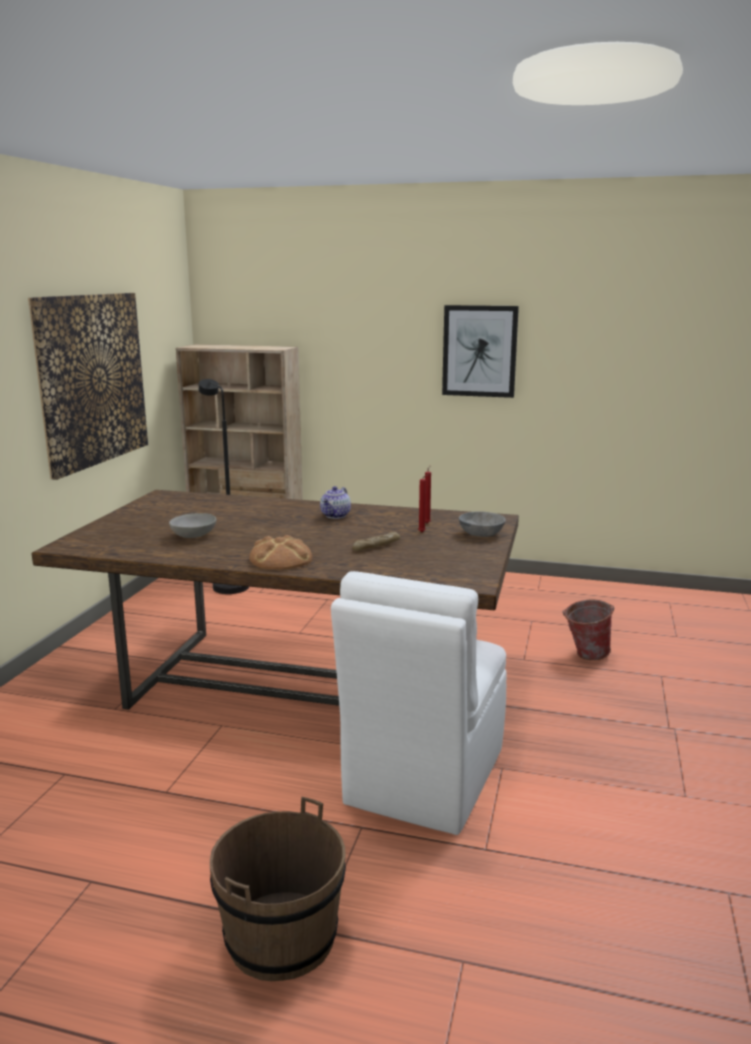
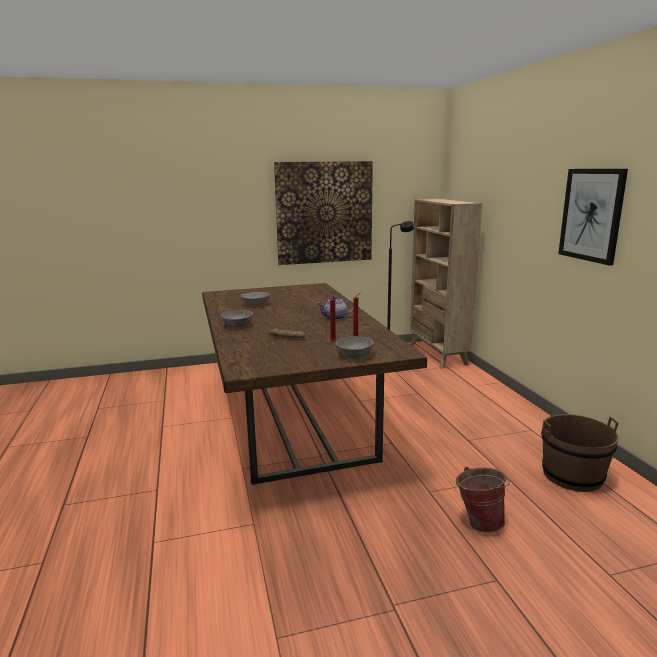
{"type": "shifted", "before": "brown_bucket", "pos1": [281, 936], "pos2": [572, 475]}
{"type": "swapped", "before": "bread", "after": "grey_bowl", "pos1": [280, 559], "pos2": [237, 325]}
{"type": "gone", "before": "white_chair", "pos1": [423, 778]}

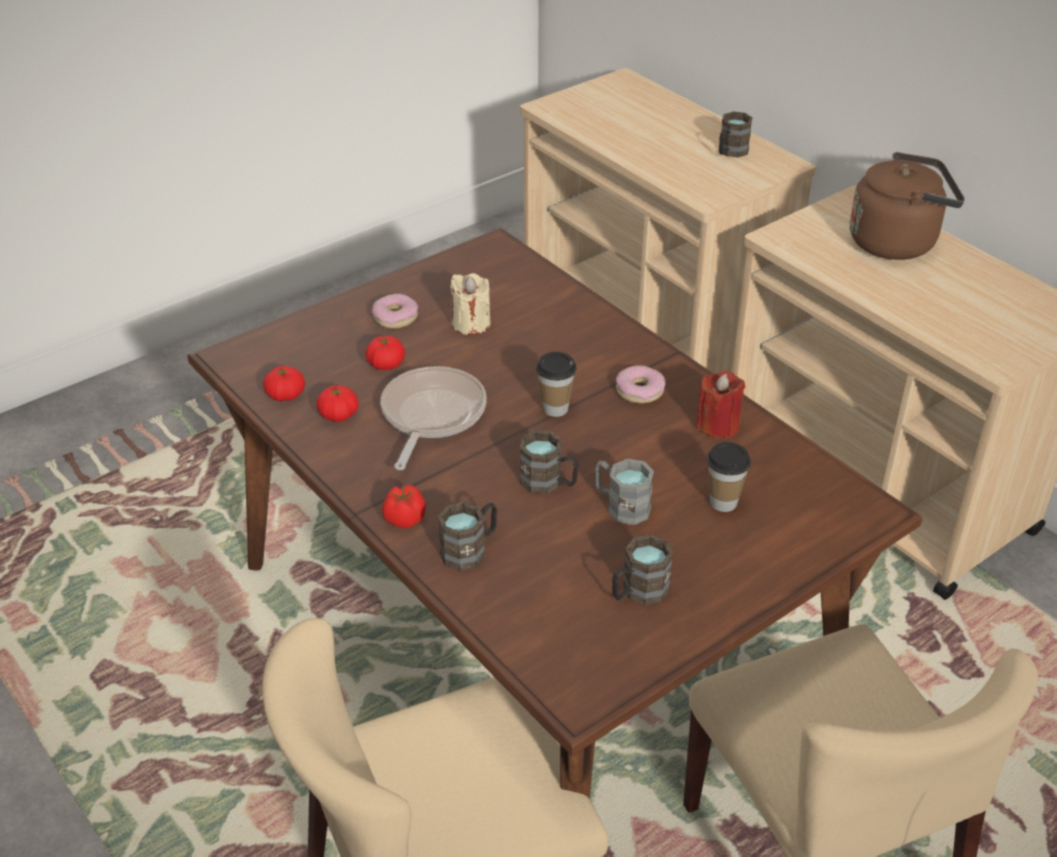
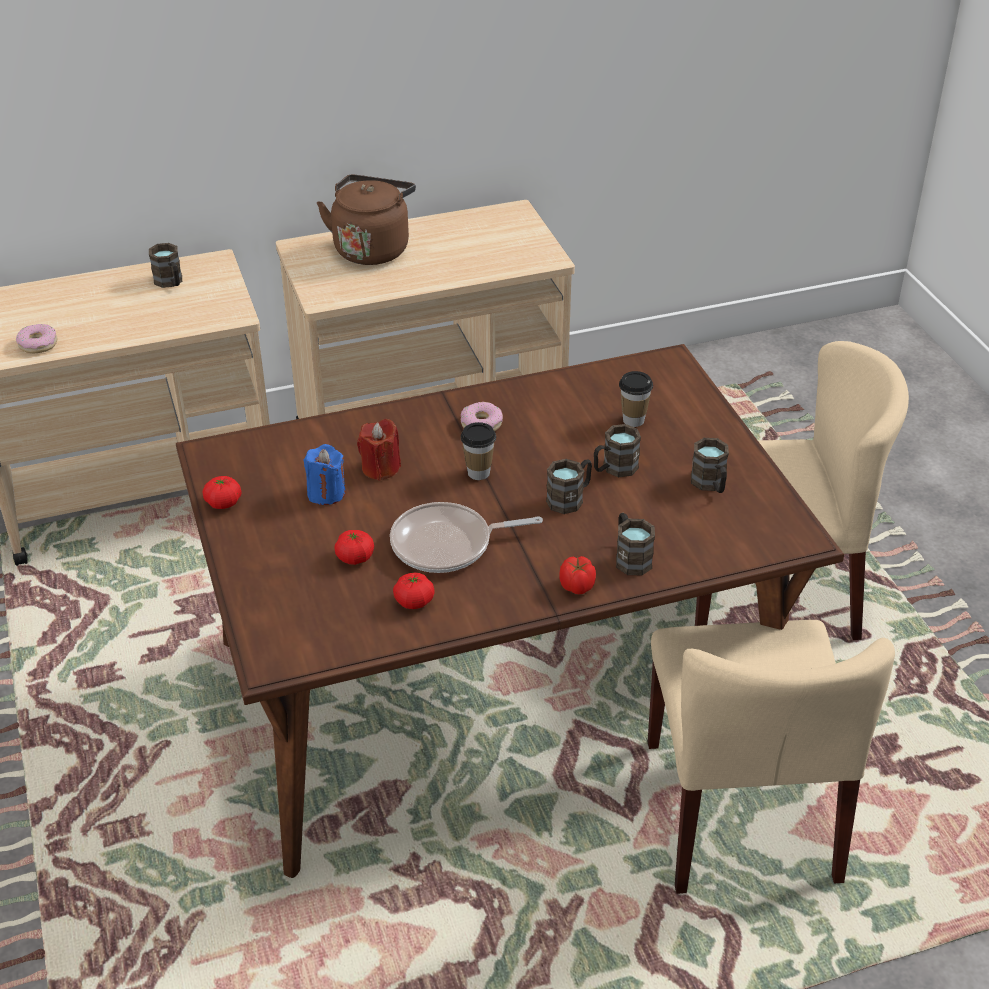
{"type": "shifted", "before": "tomato", "pos1": [285, 395], "pos2": [223, 503]}
{"type": "shifted", "before": "donut", "pos1": [395, 317], "pos2": [38, 344]}
{"type": "rotated", "before": "frying_pan", "pos1": [431, 415], "pos2": [447, 544], "turn": -45}
{"type": "repainted", "before": "beige_candle", "after": "blue_candle", "pos1": [471, 324], "pos2": [326, 493]}
{"type": "repainted", "before": "grey_mug", "after": "brown_mug", "pos1": [621, 505], "pos2": [614, 469]}
{"type": "shifted", "before": "red_candle", "pos1": [718, 425], "pos2": [380, 468]}

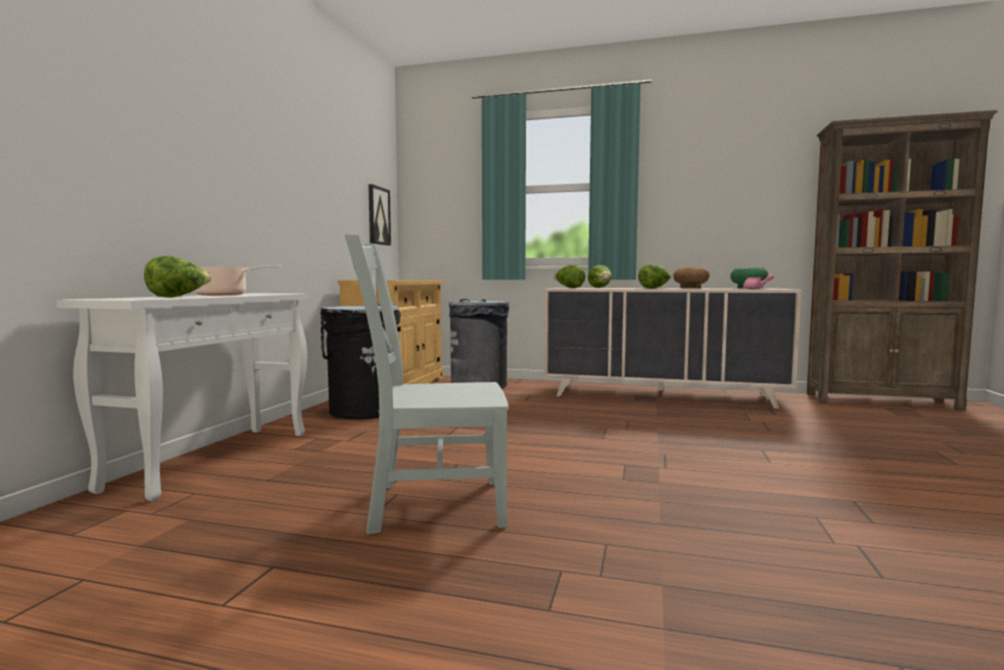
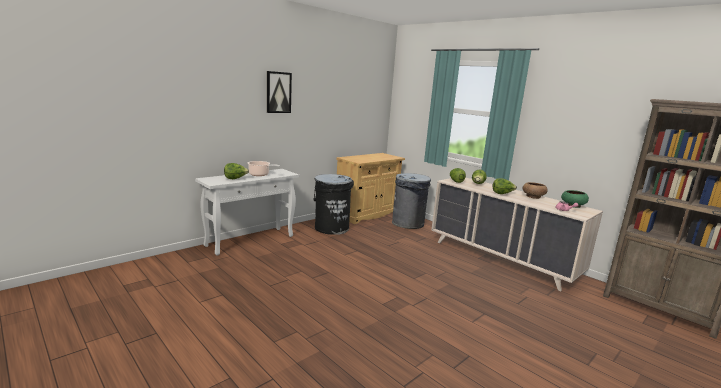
{"type": "gone", "before": "grey_chair", "pos1": [430, 504]}
{"type": "shifted", "before": "picture", "pos1": [378, 216], "pos2": [278, 92]}

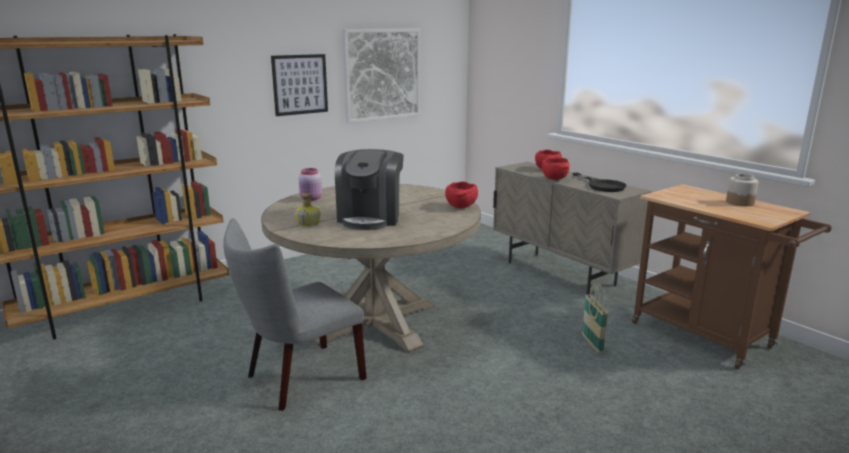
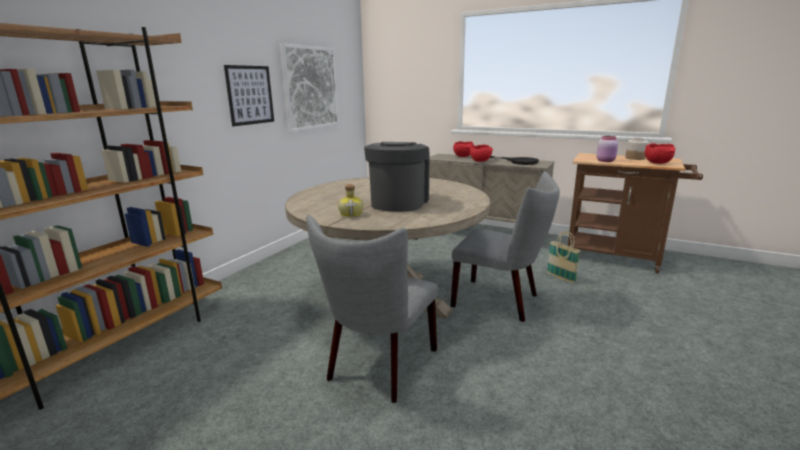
{"type": "shifted", "before": "pink_jar", "pos1": [311, 199], "pos2": [606, 161]}
{"type": "rotated", "before": "coffee_machine", "pos1": [370, 218], "pos2": [398, 202], "turn": -150}
{"type": "shifted", "before": "red_bowl", "pos1": [461, 207], "pos2": [658, 163]}
{"type": "new", "after": "grey_chair", "pos2": [501, 301]}

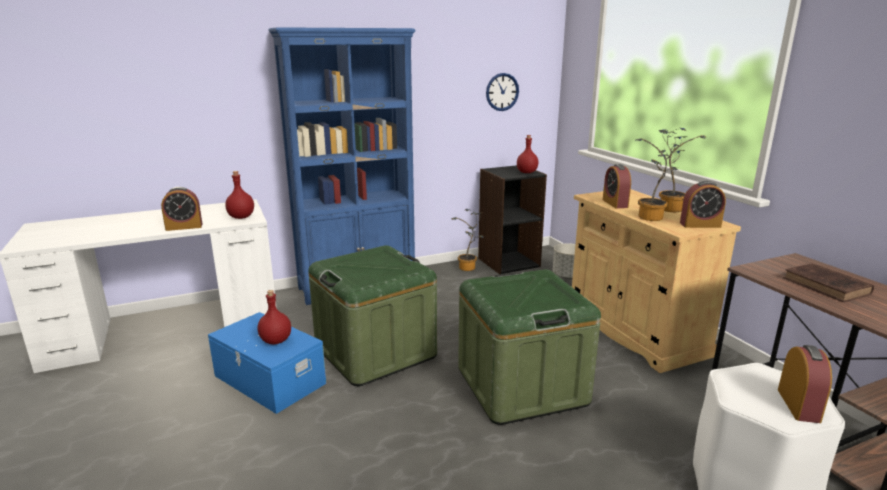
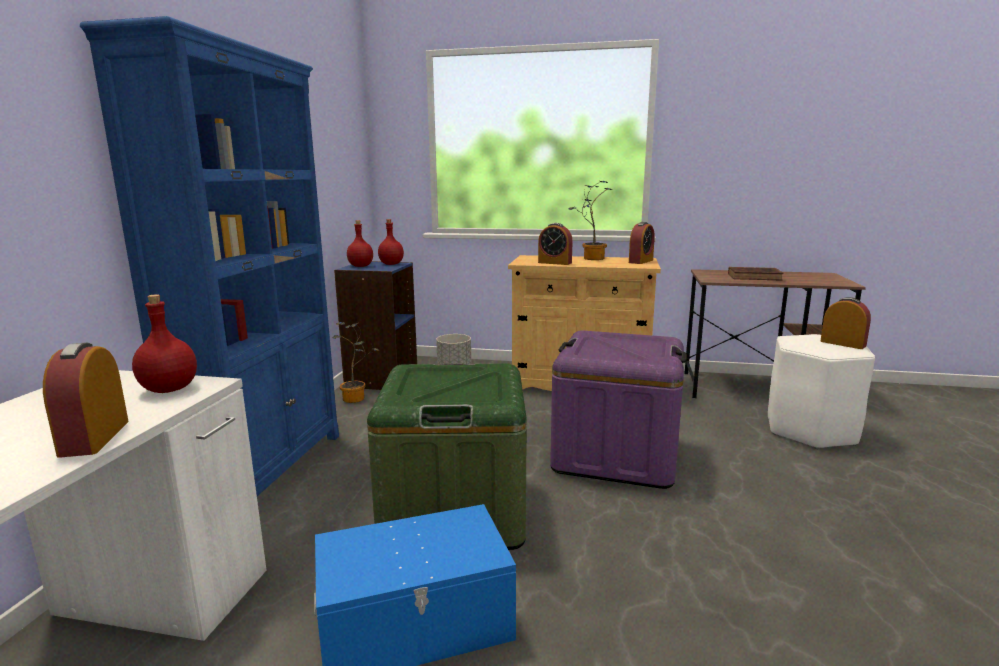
{"type": "rotated", "before": "alarm_clock", "pos1": [184, 227], "pos2": [95, 438], "turn": 150}
{"type": "shifted", "before": "red_bottle", "pos1": [276, 341], "pos2": [361, 266]}
{"type": "repainted", "before": "green_storage_box", "after": "purple_storage_box", "pos1": [521, 386], "pos2": [615, 455]}
{"type": "repainted", "before": "black_bookcase", "after": "blue_bookcase", "pos1": [508, 262], "pos2": [381, 379]}
{"type": "gone", "before": "wall_clock", "pos1": [502, 92]}
{"type": "gone", "before": "potted_plant", "pos1": [652, 218]}

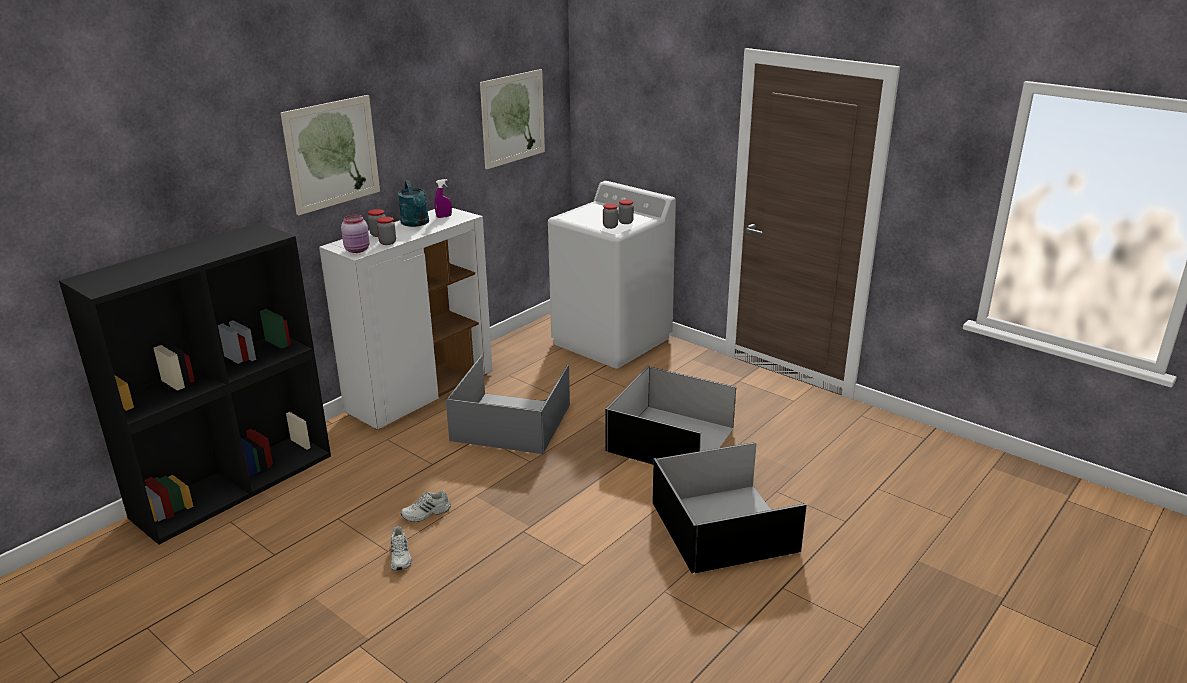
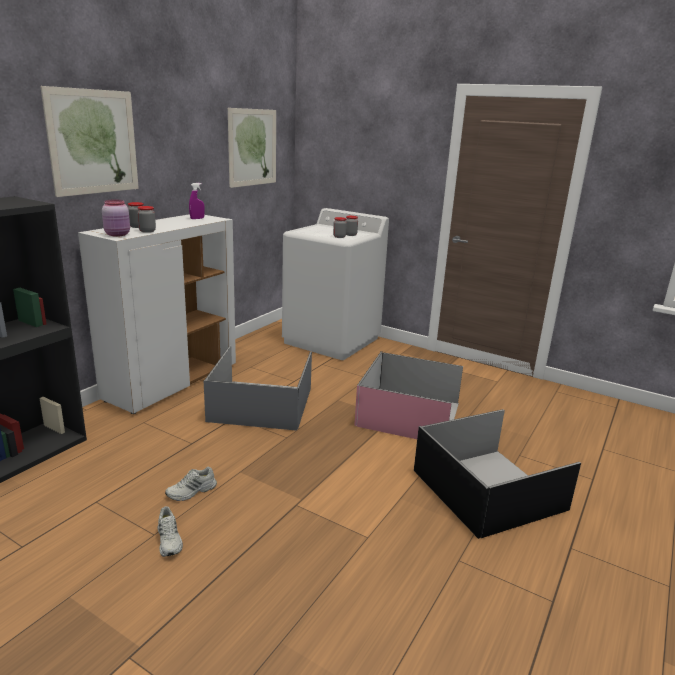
{"type": "gone", "before": "turquoise_watering_can", "pos1": [416, 223]}
{"type": "repainted", "before": "black_storage_box", "after": "pink_storage_box", "pos1": [670, 440], "pos2": [408, 415]}

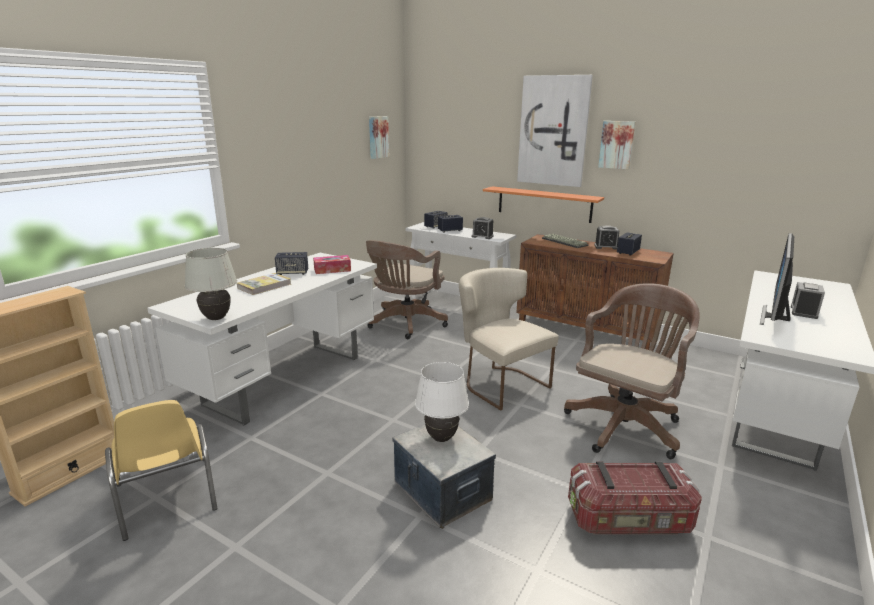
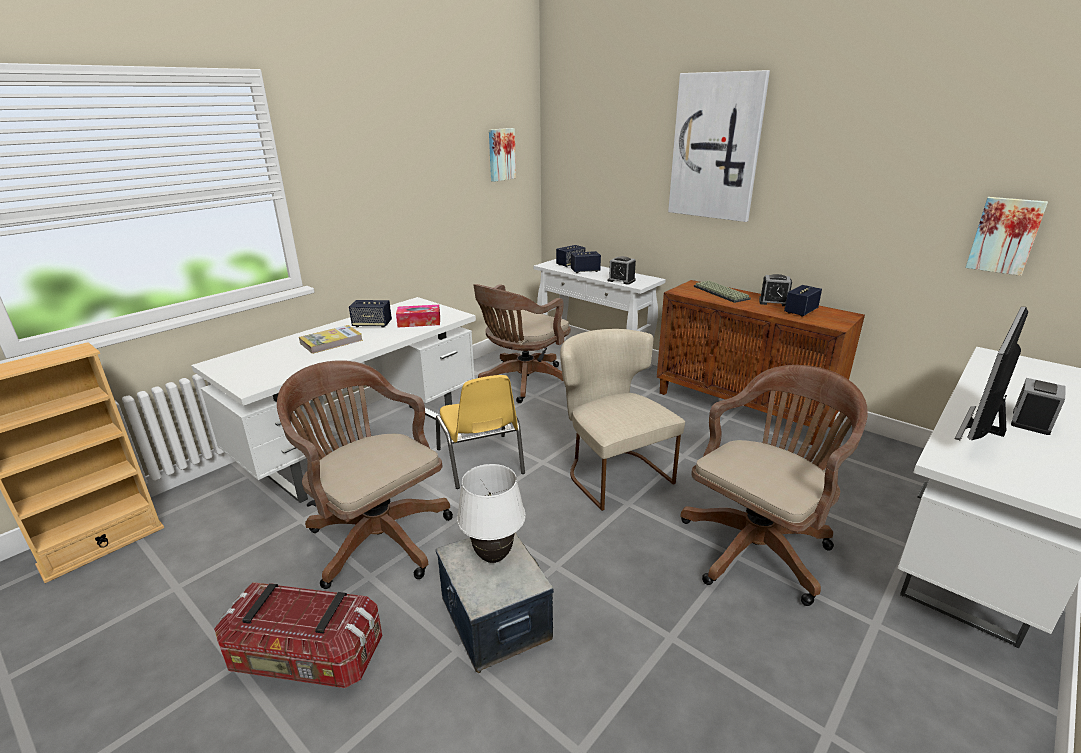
{"type": "shifted", "before": "yellow_chair", "pos1": [167, 498], "pos2": [480, 462]}
{"type": "gone", "before": "white_table_lamp", "pos1": [216, 318]}
{"type": "gone", "before": "orange_shelf", "pos1": [544, 204]}
{"type": "shifted", "before": "storage_box", "pos1": [629, 520], "pos2": [305, 658]}
{"type": "shifted", "before": "picture", "pos1": [617, 144], "pos2": [1005, 235]}
{"type": "new", "after": "brown_office_chair", "pos2": [375, 536]}

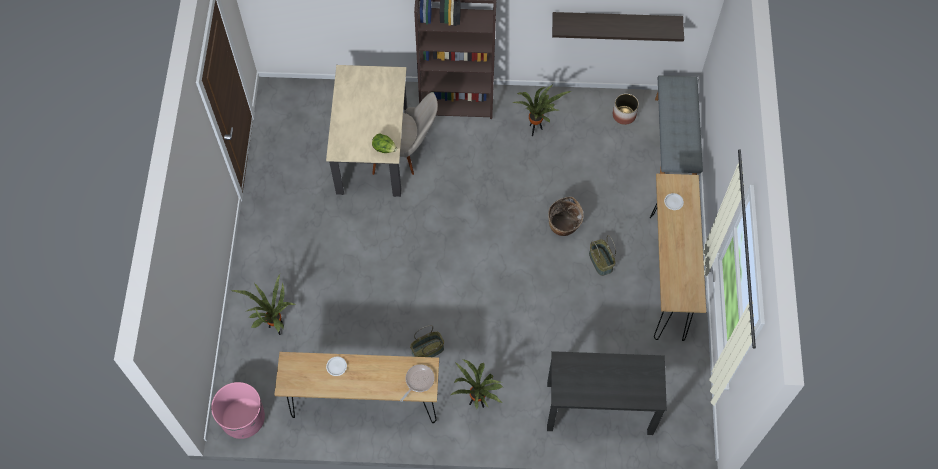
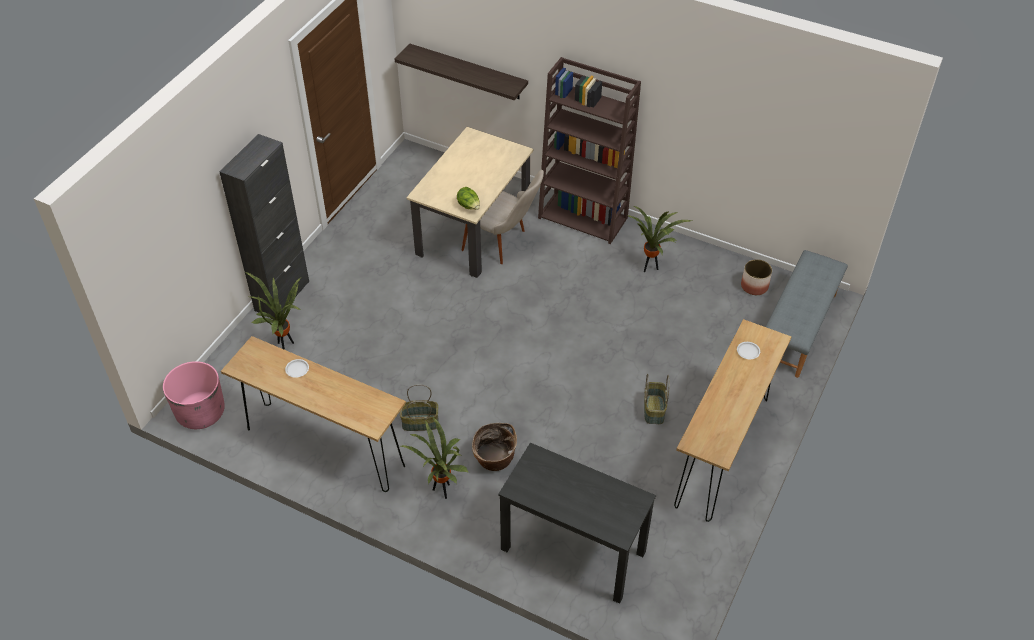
{"type": "gone", "before": "frying_pan", "pos1": [418, 381]}
{"type": "shifted", "before": "basket", "pos1": [563, 226], "pos2": [494, 461]}
{"type": "shifted", "before": "shelf", "pos1": [616, 21], "pos2": [468, 72]}
{"type": "new", "after": "black_cabinet", "pos2": [282, 296]}

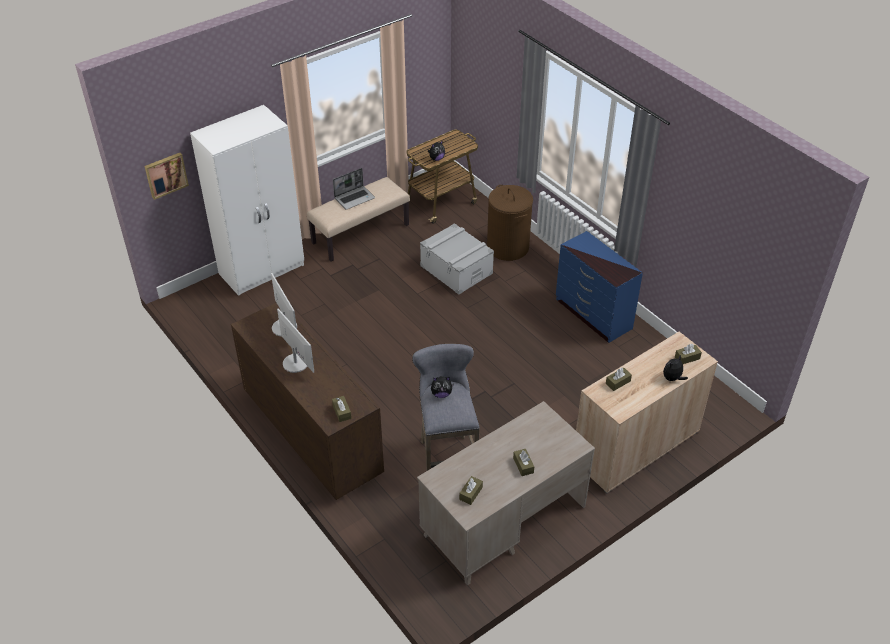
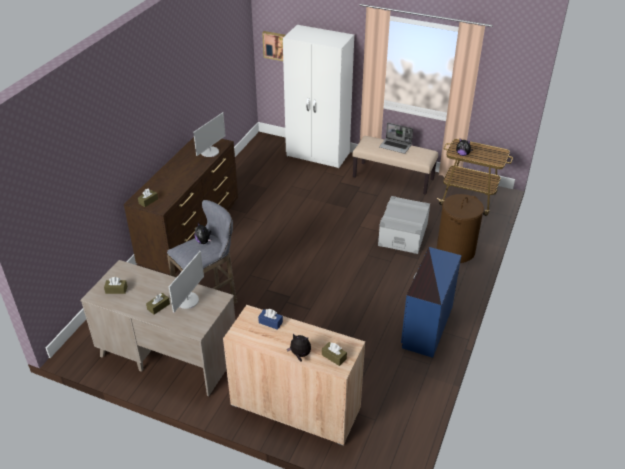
{"type": "shifted", "before": "monitor", "pos1": [296, 363], "pos2": [187, 300]}
{"type": "repainted", "before": "brown_tissue_box", "after": "blue_tissue_box", "pos1": [618, 382], "pos2": [270, 322]}

